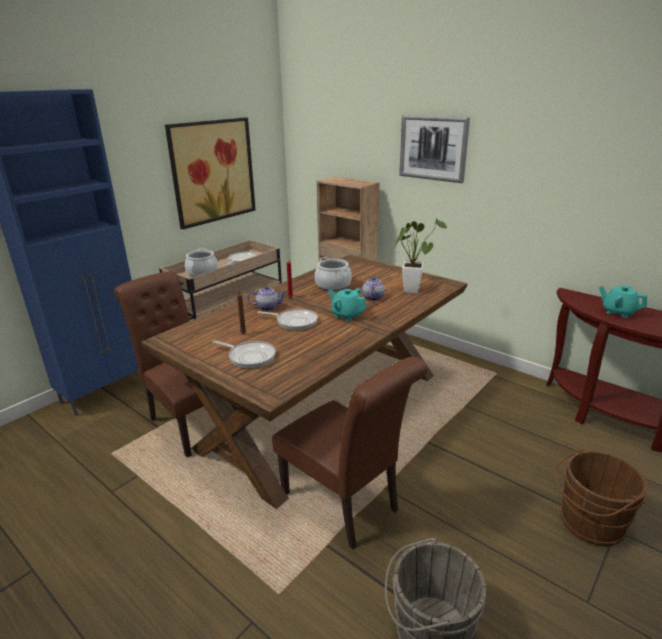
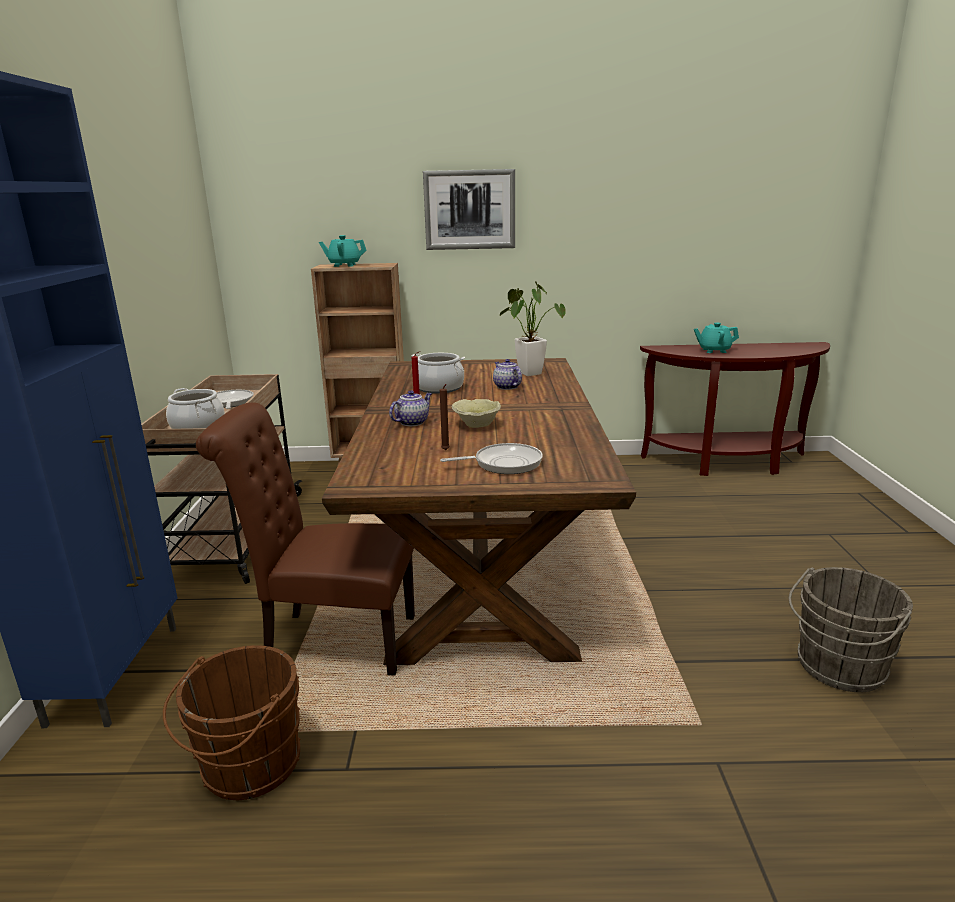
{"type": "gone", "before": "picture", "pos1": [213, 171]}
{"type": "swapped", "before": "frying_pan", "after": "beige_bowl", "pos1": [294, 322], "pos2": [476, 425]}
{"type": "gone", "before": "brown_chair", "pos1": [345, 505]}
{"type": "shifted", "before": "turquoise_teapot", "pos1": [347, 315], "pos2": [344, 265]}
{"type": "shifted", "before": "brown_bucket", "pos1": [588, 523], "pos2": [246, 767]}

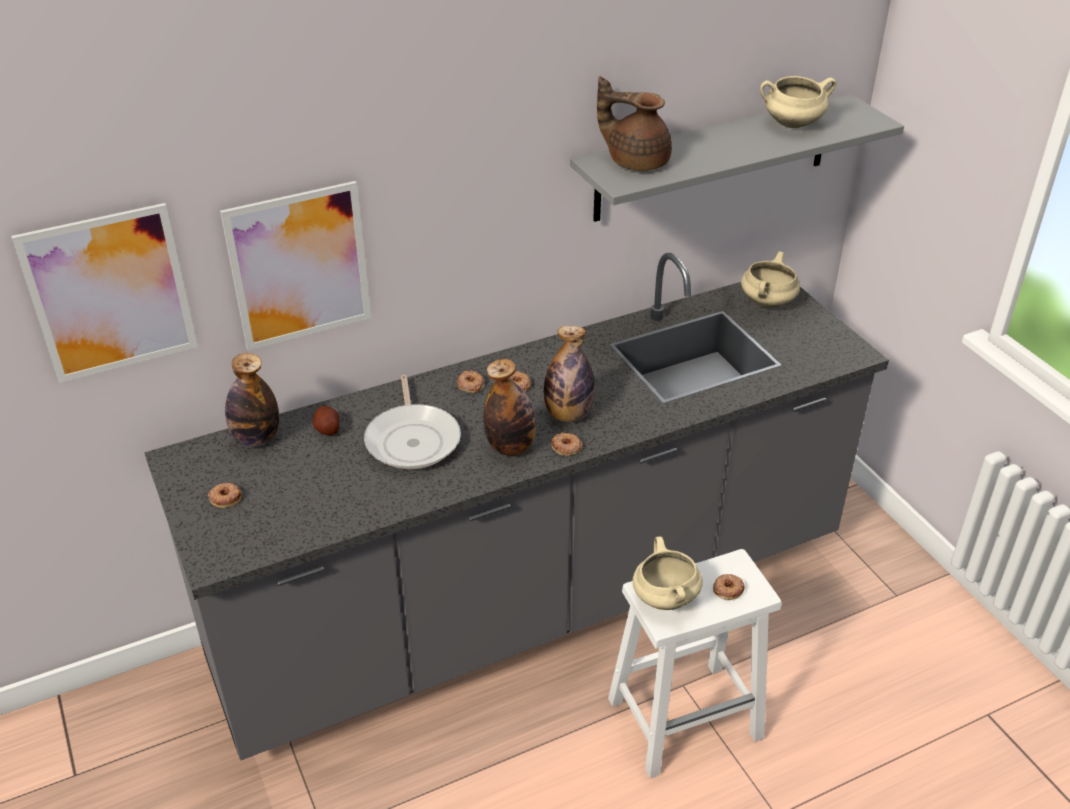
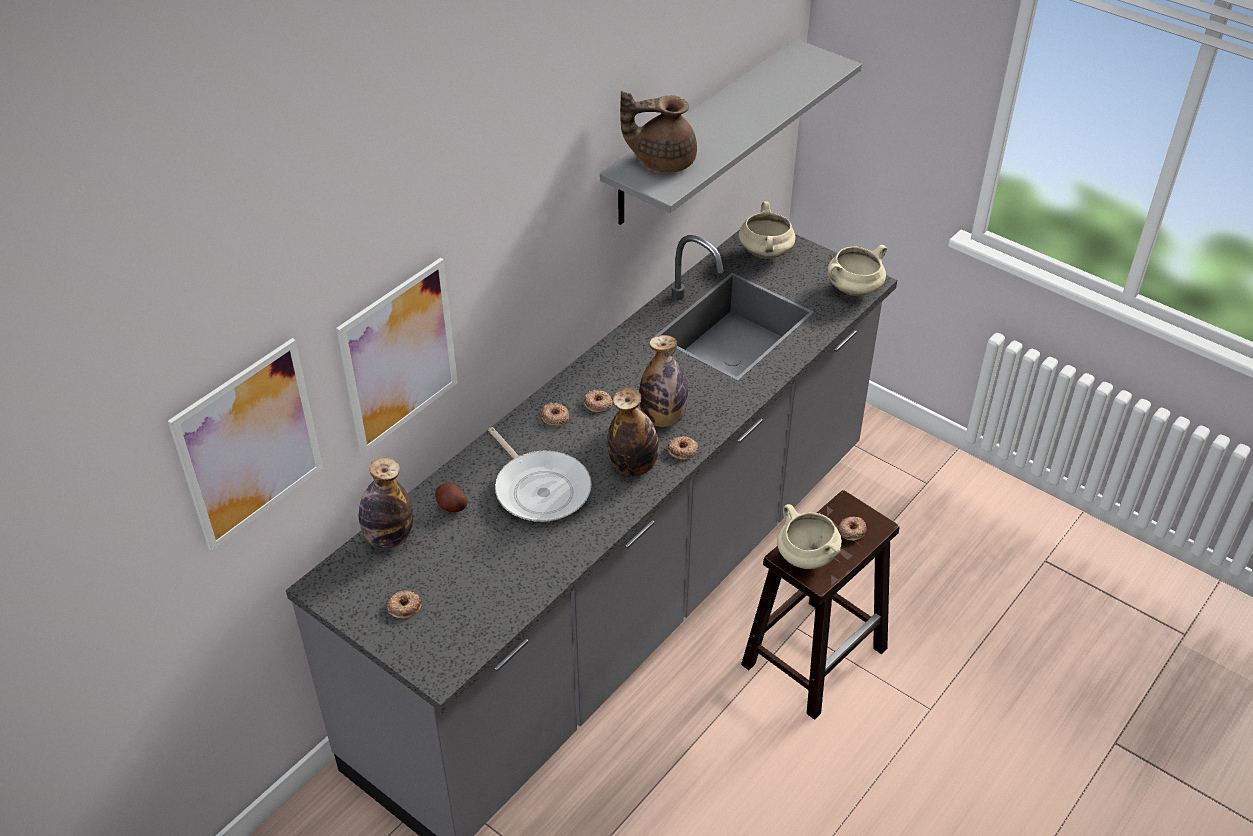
{"type": "repainted", "before": "white_stool", "after": "brown_stool", "pos1": [686, 717], "pos2": [815, 655]}
{"type": "shifted", "before": "beige_cooking_pot", "pos1": [792, 124], "pos2": [853, 290]}

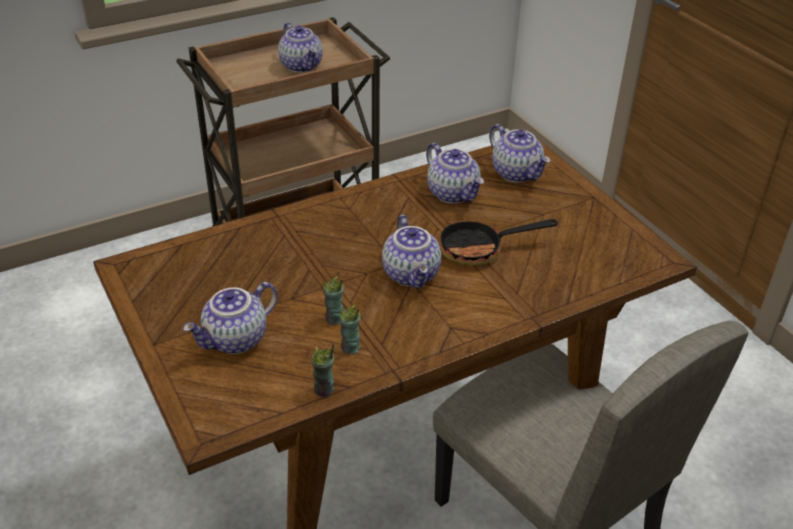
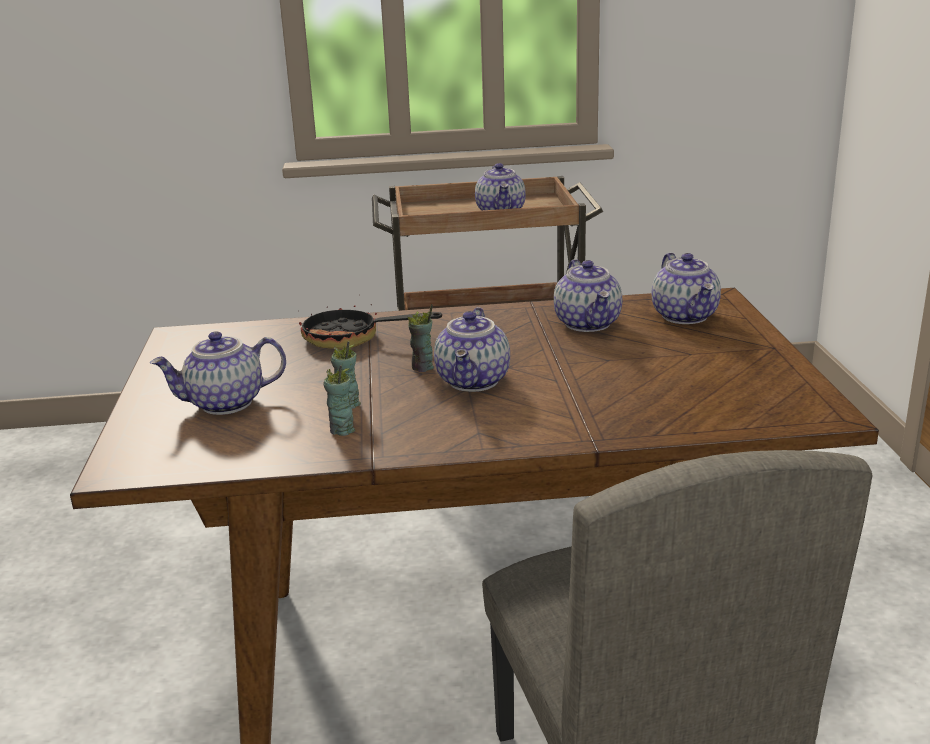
{"type": "shifted", "before": "cup", "pos1": [324, 390], "pos2": [422, 367]}
{"type": "shifted", "before": "frying_pan", "pos1": [480, 249], "pos2": [352, 339]}

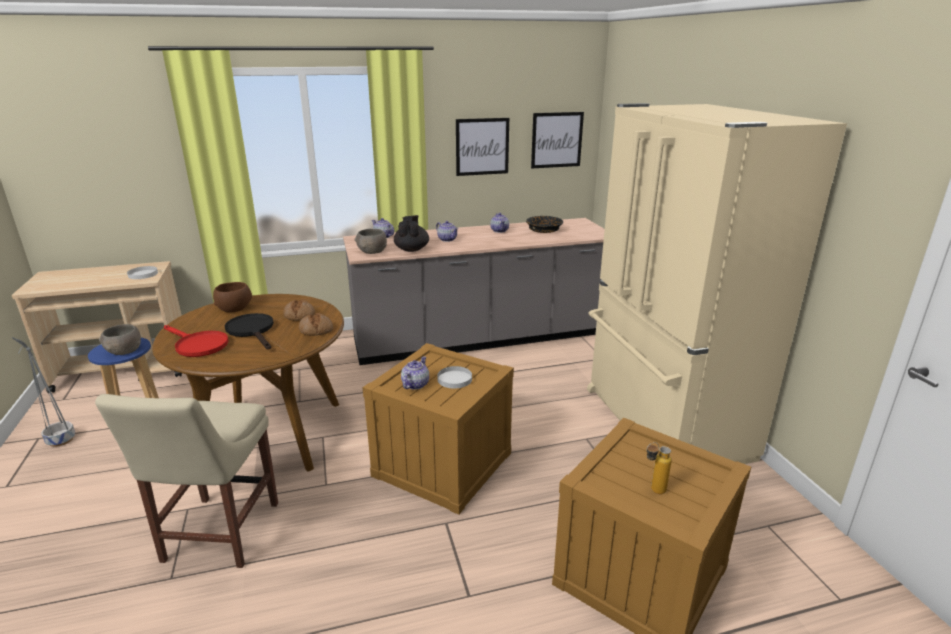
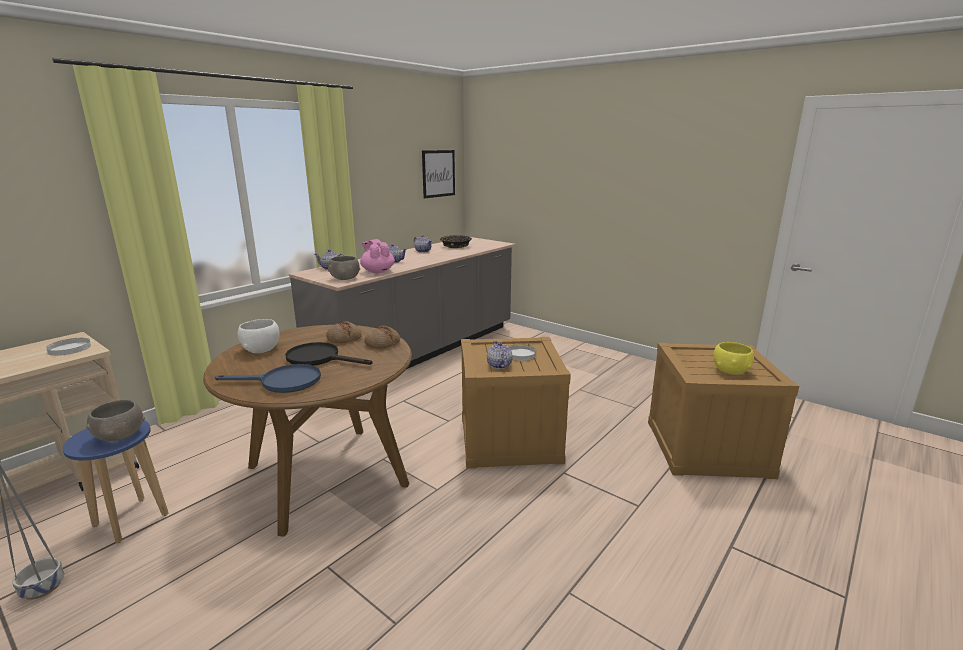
{"type": "gone", "before": "beige_chair", "pos1": [218, 535]}
{"type": "repainted", "before": "red_frying_pan", "after": "blue_frying_pan", "pos1": [198, 345], "pos2": [283, 382]}
{"type": "repainted", "before": "brown_bowl", "after": "white_bowl", "pos1": [234, 308], "pos2": [260, 349]}
{"type": "repainted", "before": "black_teapot", "after": "pink_teapot", "pos1": [411, 249], "pos2": [377, 271]}
{"type": "gone", "before": "picture", "pos1": [482, 146]}
{"type": "gone", "before": "beige_fridge", "pos1": [662, 423]}
{"type": "swapped", "before": "bottle", "after": "yellow_bowl", "pos1": [652, 490], "pos2": [731, 371]}

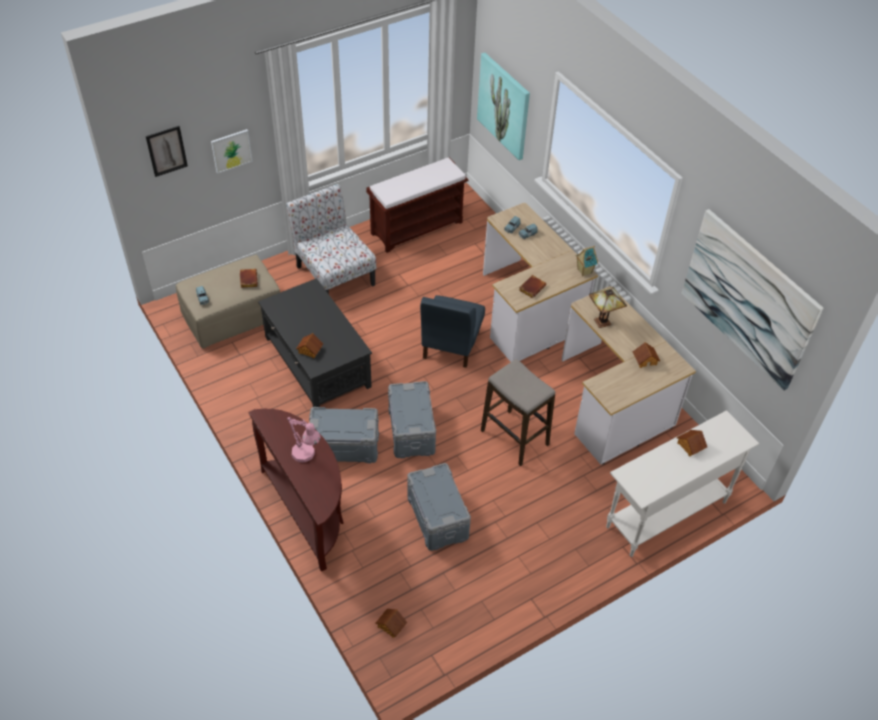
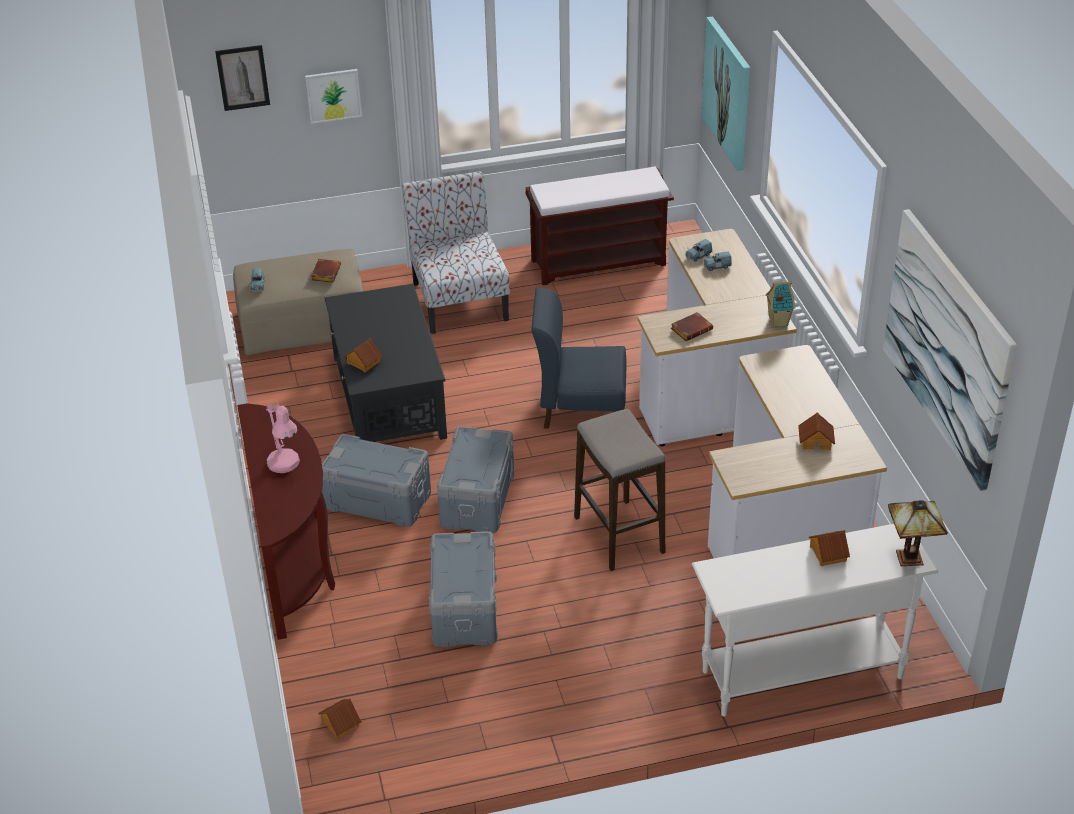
{"type": "rotated", "before": "blue_chair", "pos1": [450, 345], "pos2": [580, 408], "turn": 60}
{"type": "shifted", "before": "table_lamp", "pos1": [603, 321], "pos2": [911, 557]}

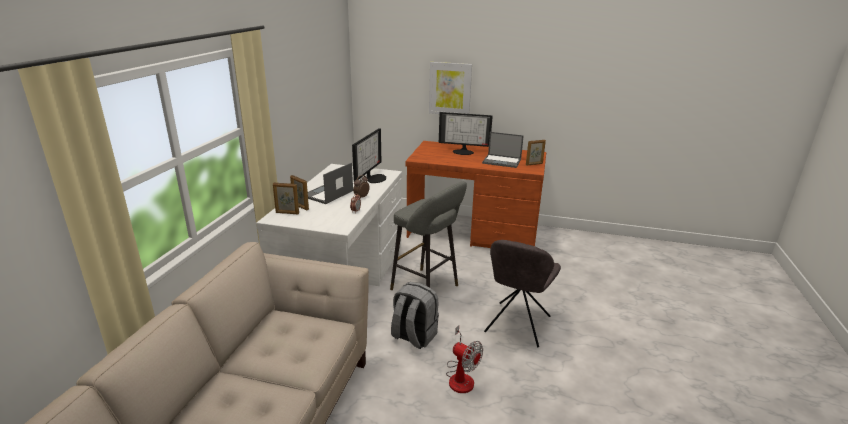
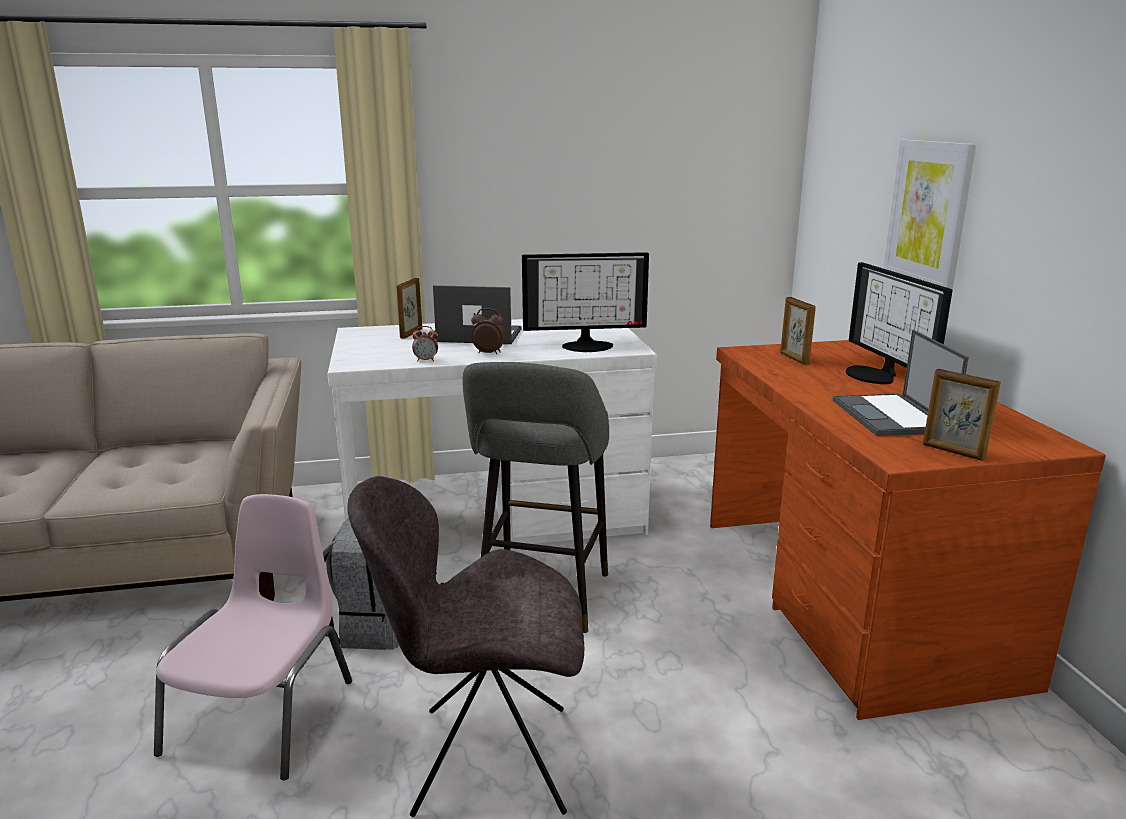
{"type": "shifted", "before": "picture_frame", "pos1": [287, 213], "pos2": [794, 359]}
{"type": "swapped", "before": "fan", "after": "pink_chair", "pos1": [461, 376], "pos2": [264, 715]}

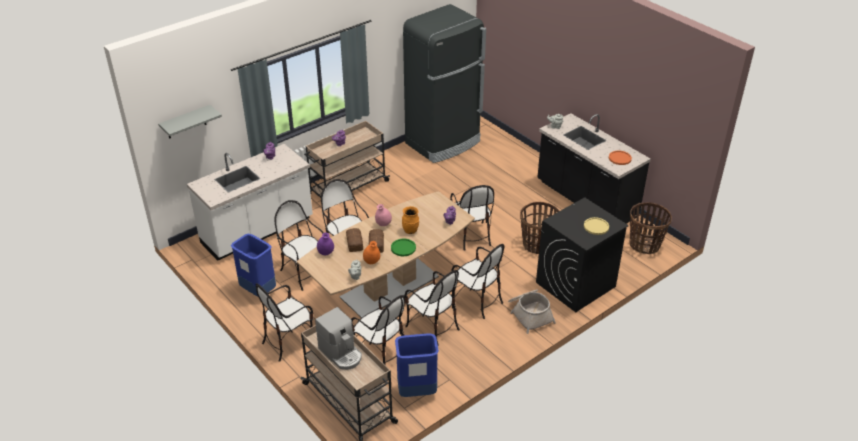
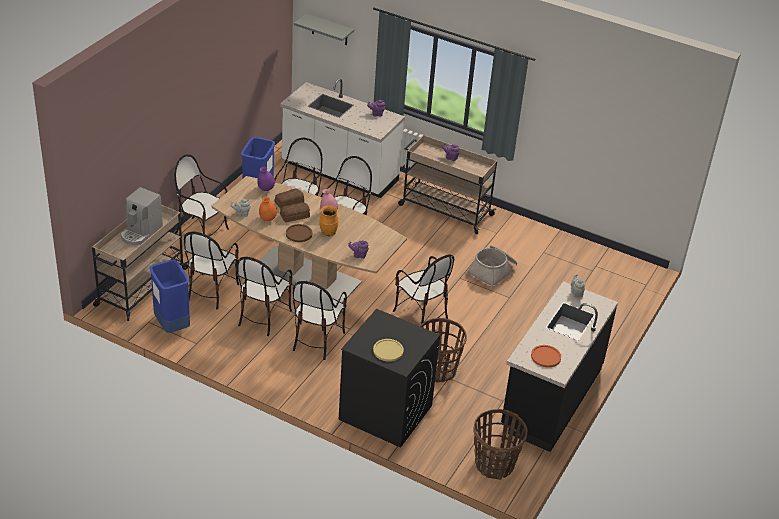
{"type": "repainted", "before": "green_plate", "after": "brown_plate", "pos1": [403, 248], "pos2": [299, 234]}
{"type": "gone", "before": "black_fridge", "pos1": [443, 143]}
{"type": "rotated", "before": "chair", "pos1": [471, 236], "pos2": [421, 315], "turn": -90}
{"type": "shifted", "before": "basket", "pos1": [529, 314], "pos2": [493, 272]}

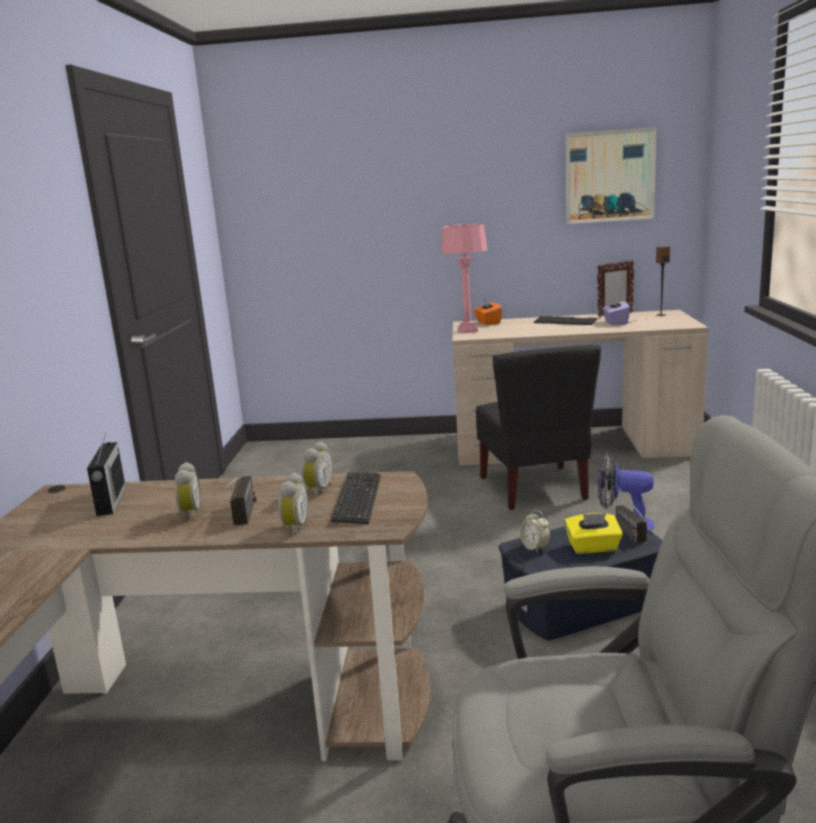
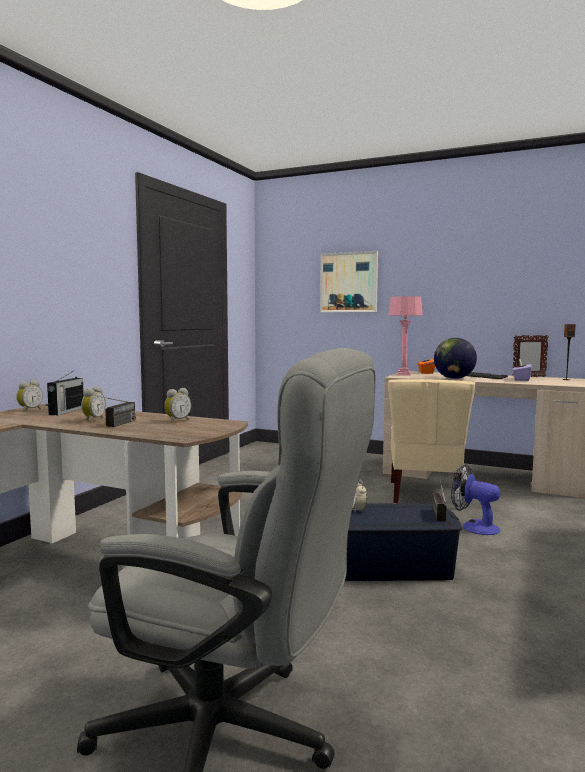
{"type": "shifted", "before": "alarm_clock", "pos1": [293, 528], "pos2": [29, 410]}
{"type": "gone", "before": "keyboard", "pos1": [357, 499]}
{"type": "repainted", "before": "black_chair", "after": "beige_chair", "pos1": [535, 488], "pos2": [425, 495]}
{"type": "gone", "before": "yellow_tissue_box", "pos1": [593, 548]}
{"type": "shifted", "before": "picture", "pos1": [609, 176], "pos2": [349, 282]}
{"type": "new", "after": "globe", "pos2": [454, 378]}

